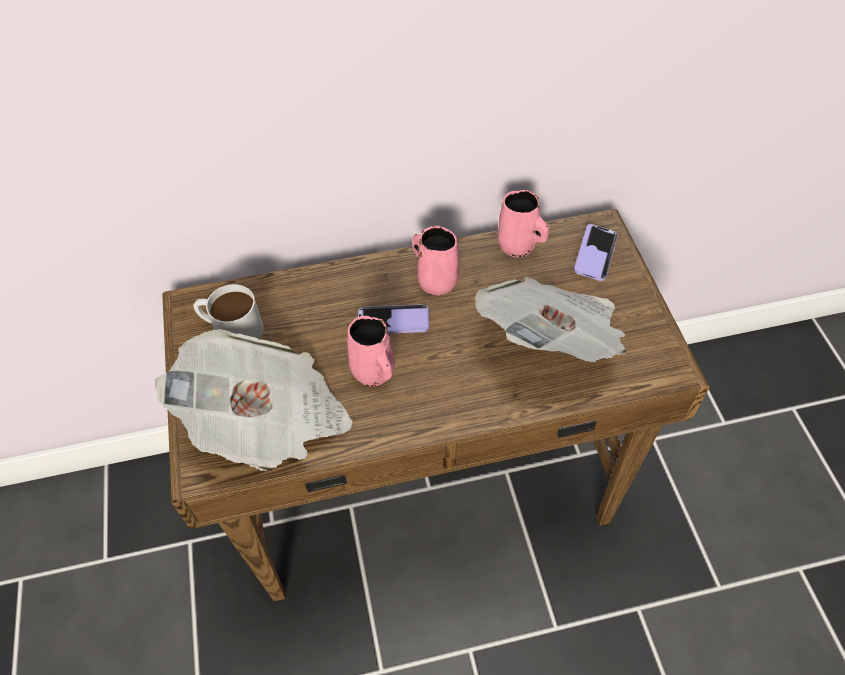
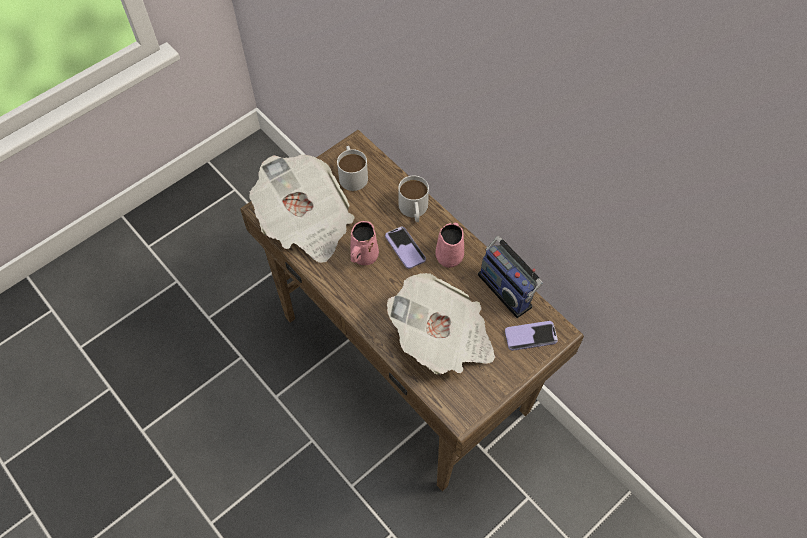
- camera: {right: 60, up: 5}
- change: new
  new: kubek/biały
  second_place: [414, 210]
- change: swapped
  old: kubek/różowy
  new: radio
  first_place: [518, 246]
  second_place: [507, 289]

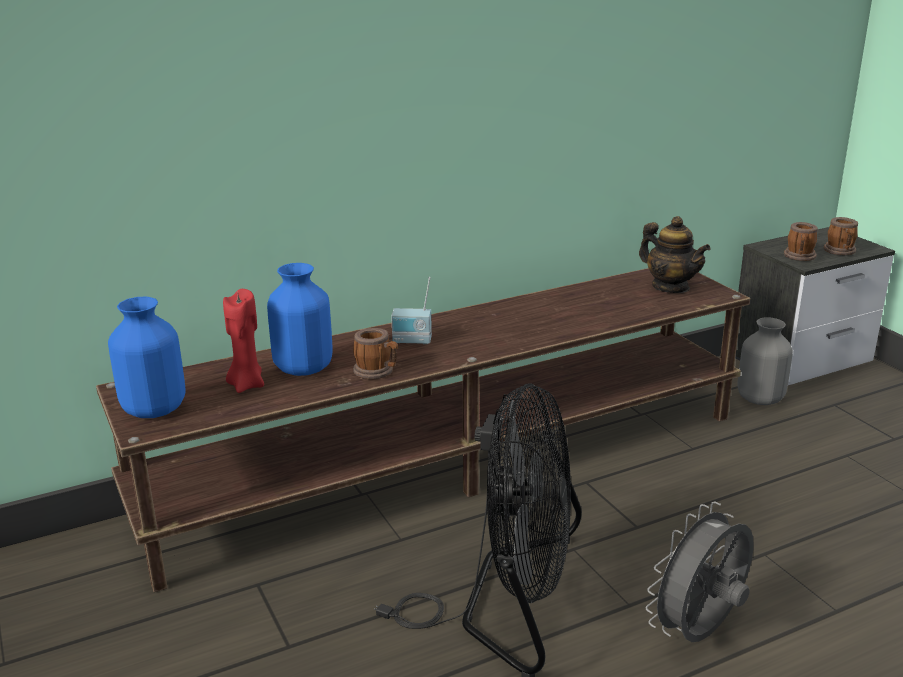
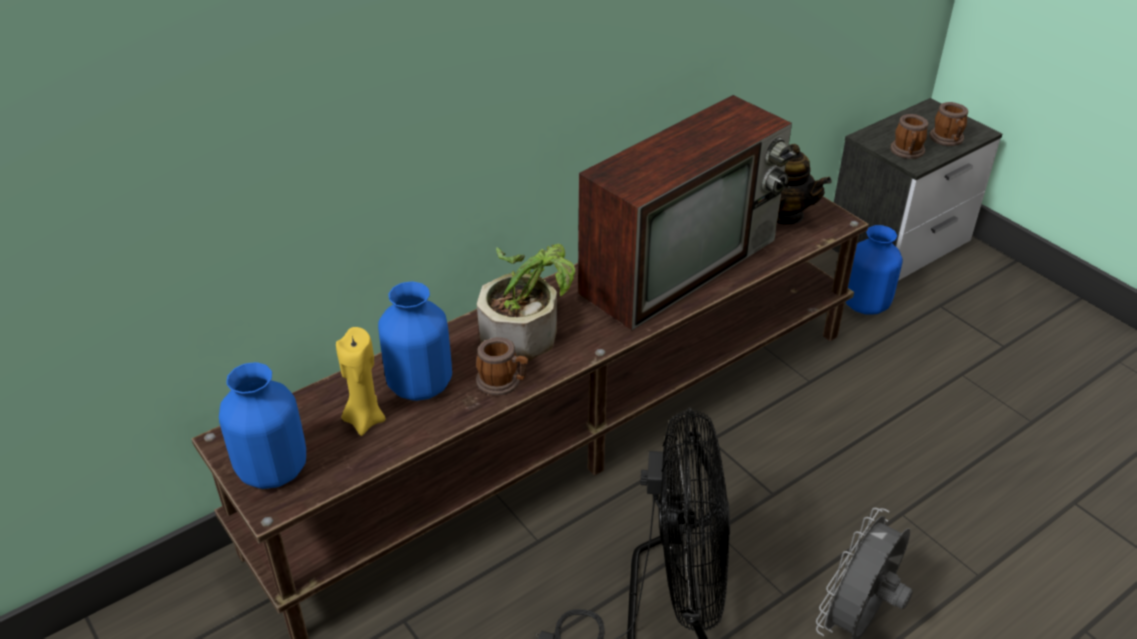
- camera: {right: -10, up: 15}
- change: repainted
  old: świeca/czerwony
  new: świeca/żółty
  first_place: [246, 385]
  second_place: [364, 419]
- change: swapped
  old: radio
  new: roślina doniczkowa
  first_place: [412, 341]
  second_place: [527, 330]
- change: new
  new: telewizor
  second_place: [681, 264]
- change: repainted
  old: wazon/szary
  new: wazon/niebieski
  first_place: [759, 399]
  second_place: [864, 305]

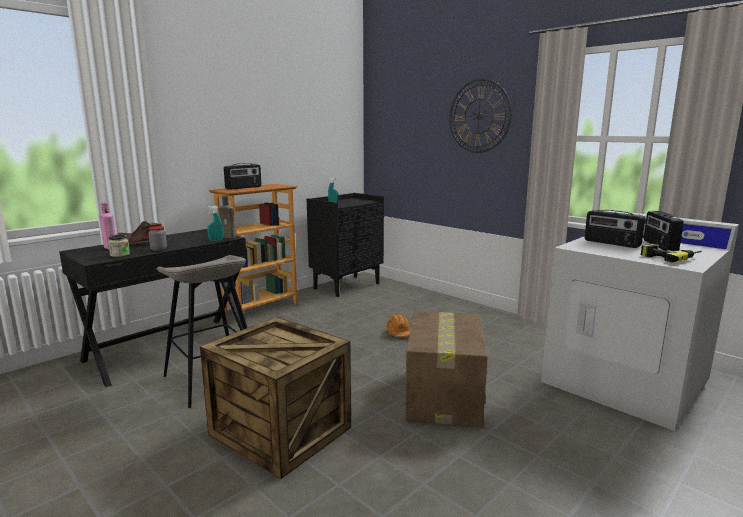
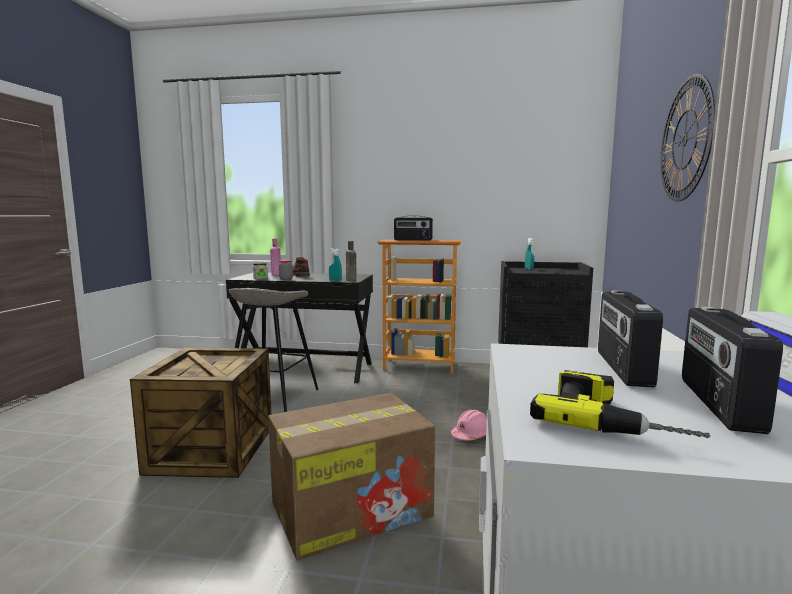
- camera: {right: 55, up: -5}
- change: repainted
  old: kask/pomarańczowy
  new: kask/różowy
  first_place: [398, 333]
  second_place: [471, 435]
- change: rotated
  old: radio
  first_place: [659, 246]
  second_place: [717, 403]
  degrees: -45

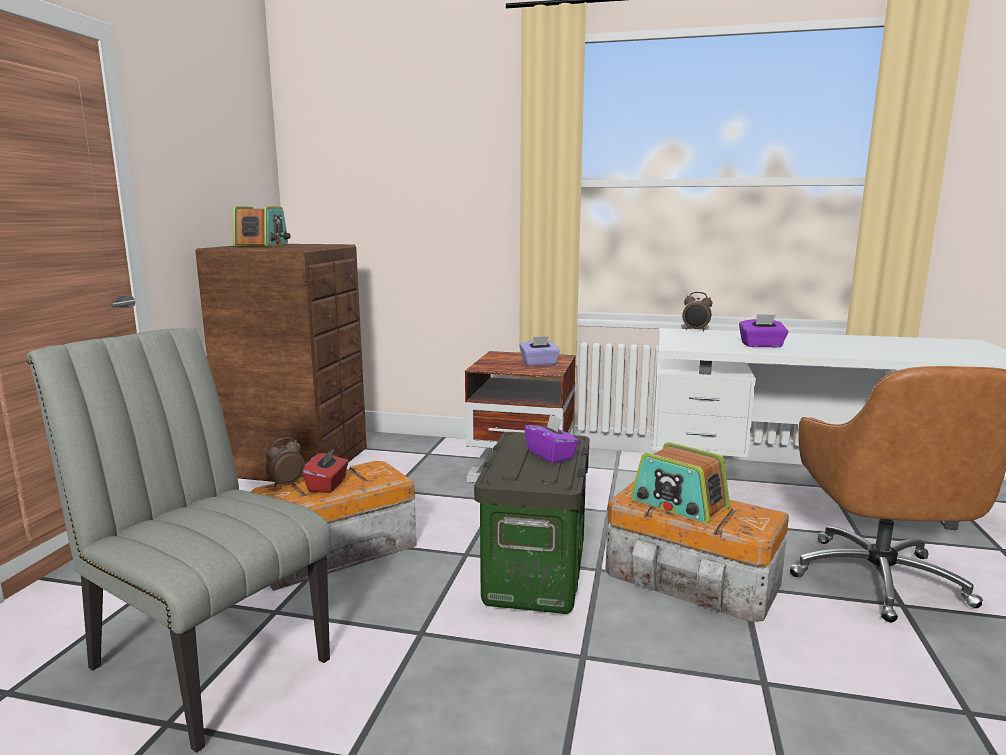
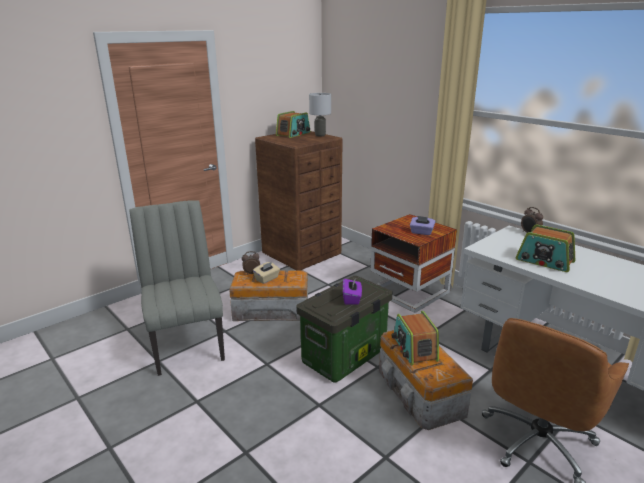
- camera: {right: 35, up: 10}
- change: repainted
  old: pudełko chusteczek/czerwony
  new: pudełko chusteczek/beżowy
  first_place: [327, 485]
  second_place: [267, 279]
- change: new
  new: lampa stołowa/biały
  second_place: [320, 135]
- change: swapped
  old: pudełko chusteczek/fioletowy
  new: radio
  first_place: [761, 345]
  second_place: [544, 261]

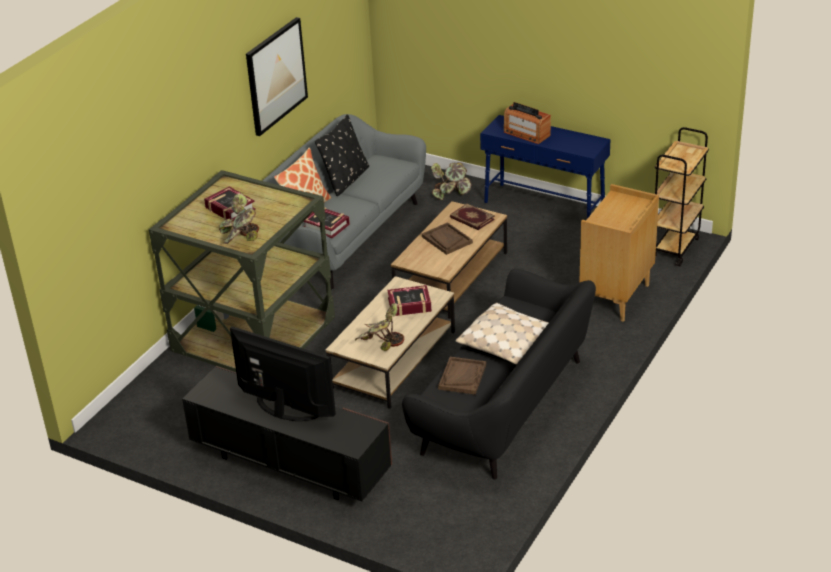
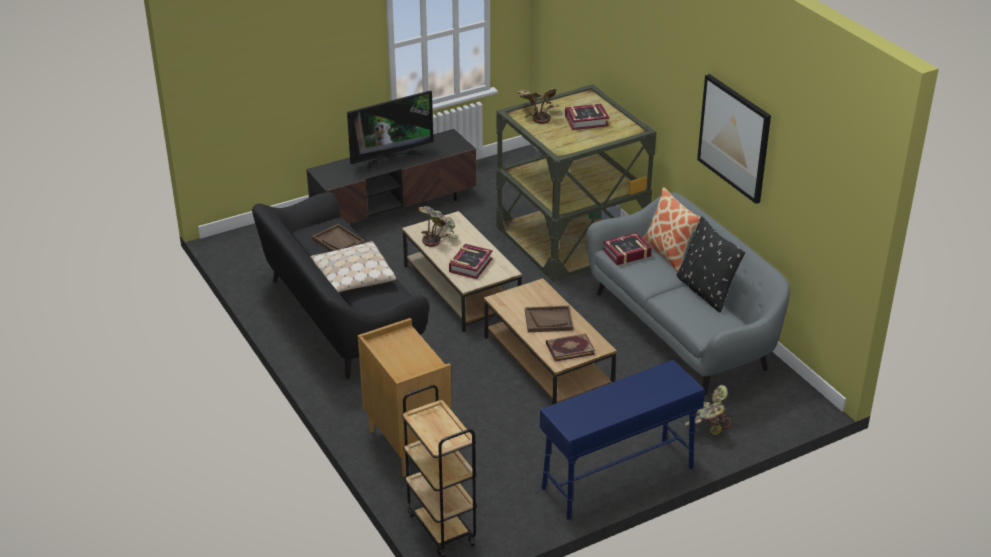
- camera: {right: 120, up: 0}
- change: gone
  old: radio
  first_place: [526, 134]

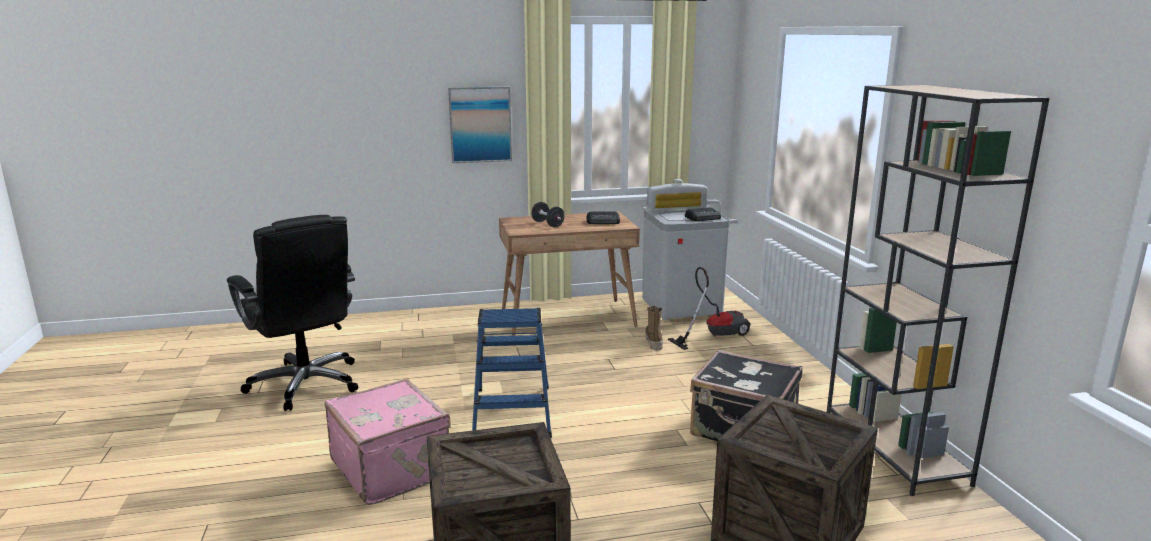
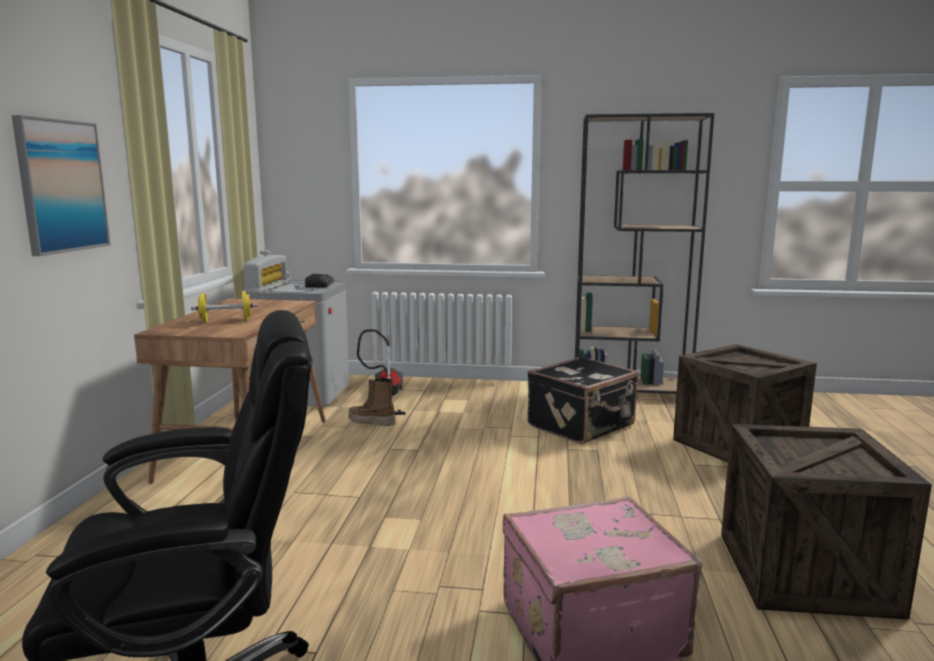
- camera: {right: -70, up: -5}
- change: repainted
  old: hantel/czarny
  new: hantel/żółty
  first_place: [547, 224]
  second_place: [226, 321]
- change: gone
  old: drabinka/niebieski
  first_place: [512, 411]
- change: gone
  old: radio
  first_place: [603, 222]

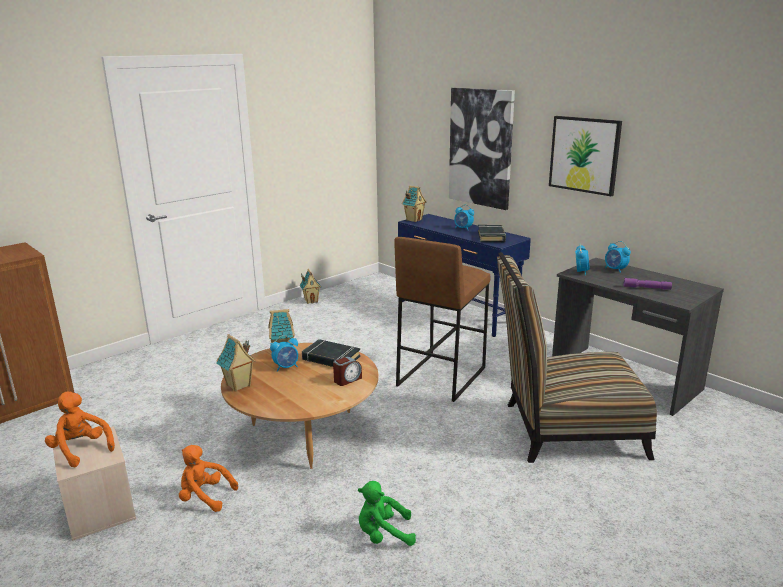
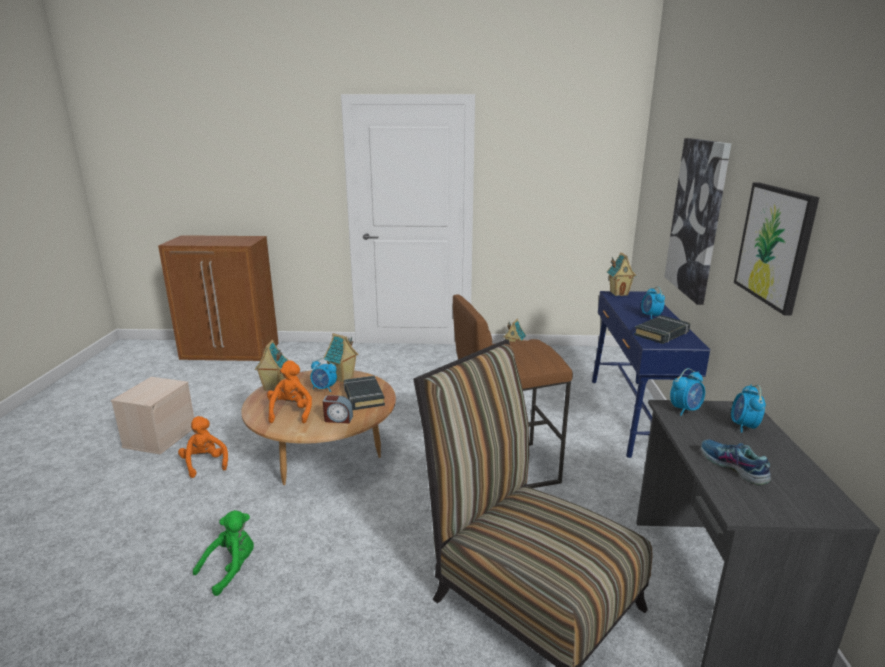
- camera: {right: 45, up: 0}
- change: rotated
  old: pluszak/zielony
  first_place: [383, 534]
  second_place: [231, 569]
  degrees: 90
- change: shifted
  old: pluszak/pomarańczowy
  first_place: [81, 449]
  second_place: [291, 412]
- change: swapped
  old: latarka/fioletowy
  new: but
  first_place: [646, 288]
  second_place: [732, 467]

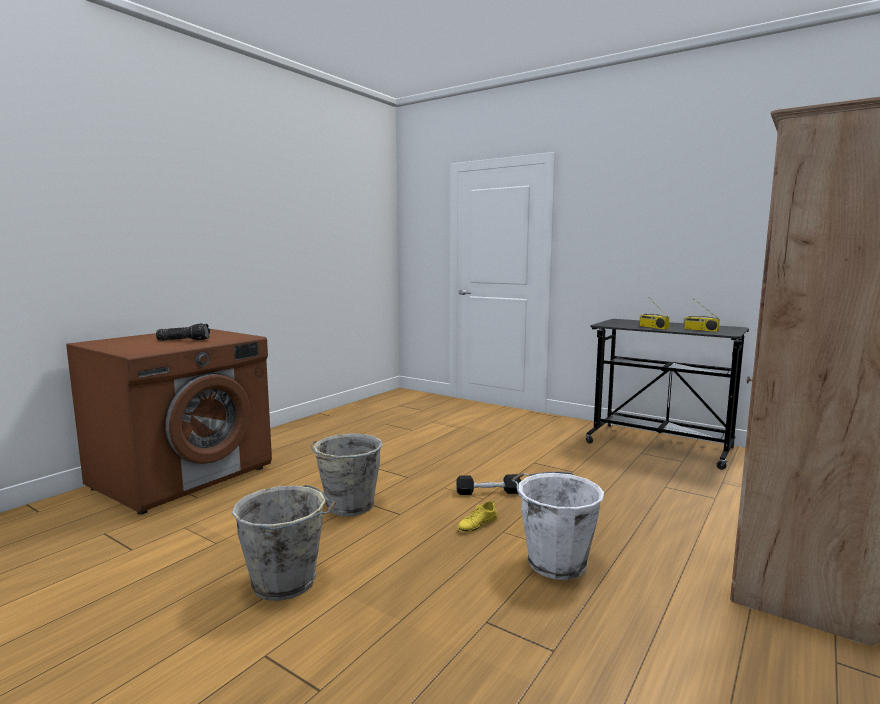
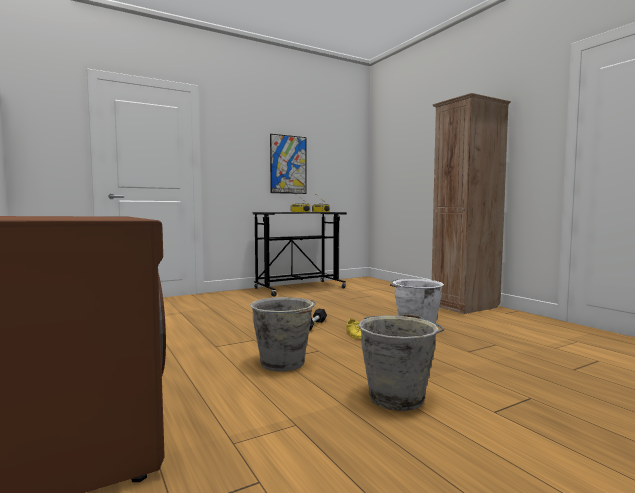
- camera: {right: -65, up: -5}
- change: new
  new: obraz
  second_place: [288, 164]
- change: gone
  old: latarka
  first_place: [184, 340]

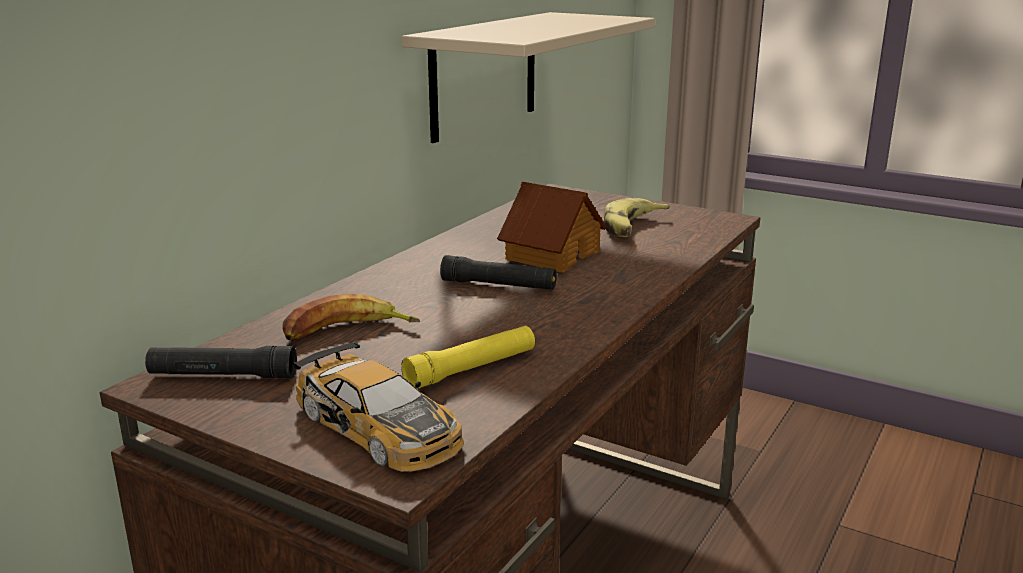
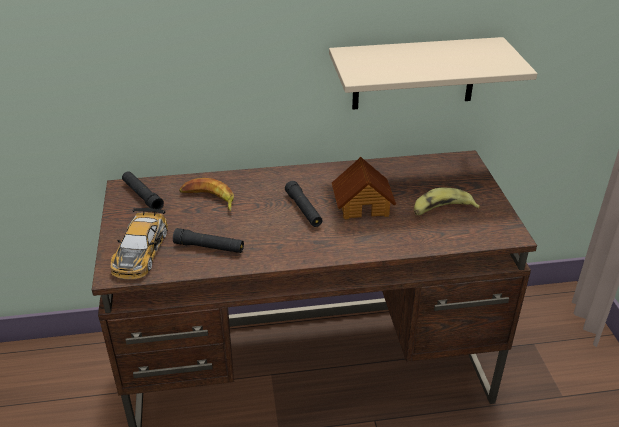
- camera: {right: 50, up: 15}
- change: repainted
  old: latarka/żółty
  new: latarka/czarny
  first_place: [471, 369]
  second_place: [209, 247]

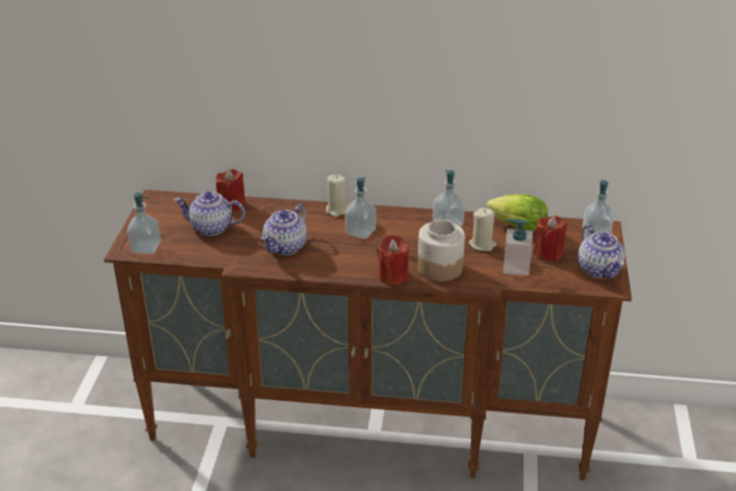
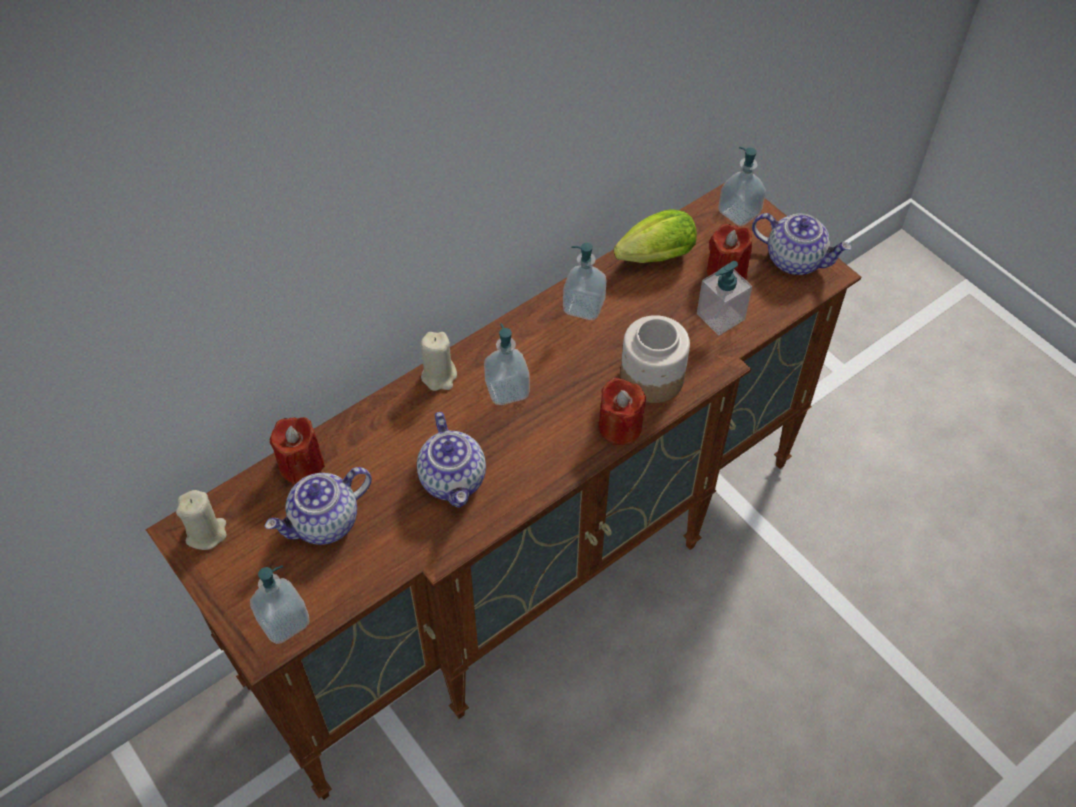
- camera: {right: -45, up: 20}
- change: shifted
  old: świeca/beżowy
  first_place: [482, 244]
  second_place: [206, 533]

